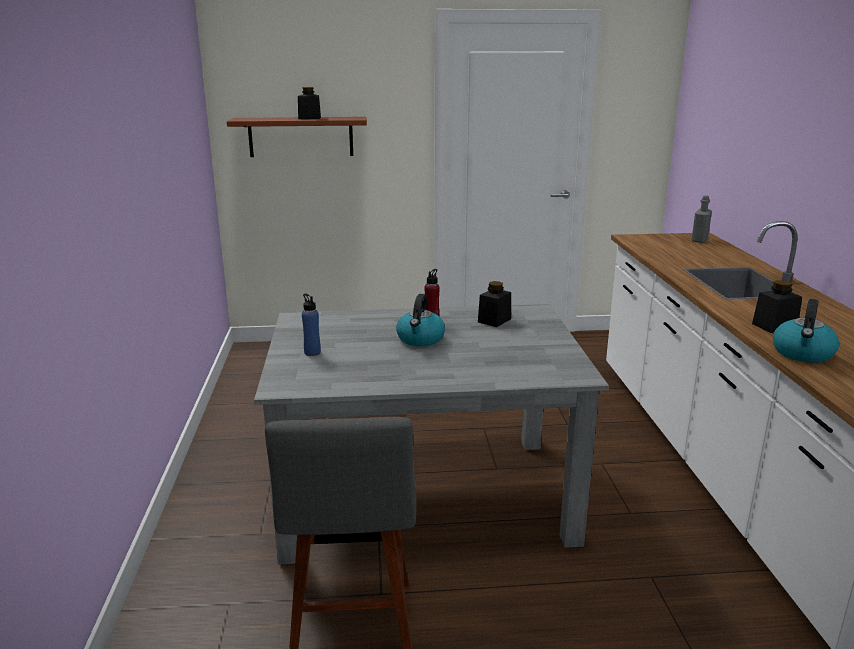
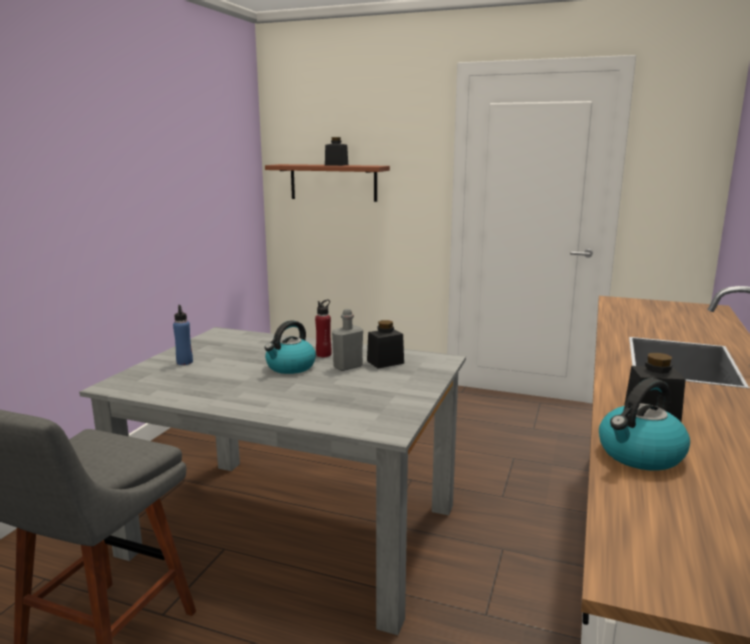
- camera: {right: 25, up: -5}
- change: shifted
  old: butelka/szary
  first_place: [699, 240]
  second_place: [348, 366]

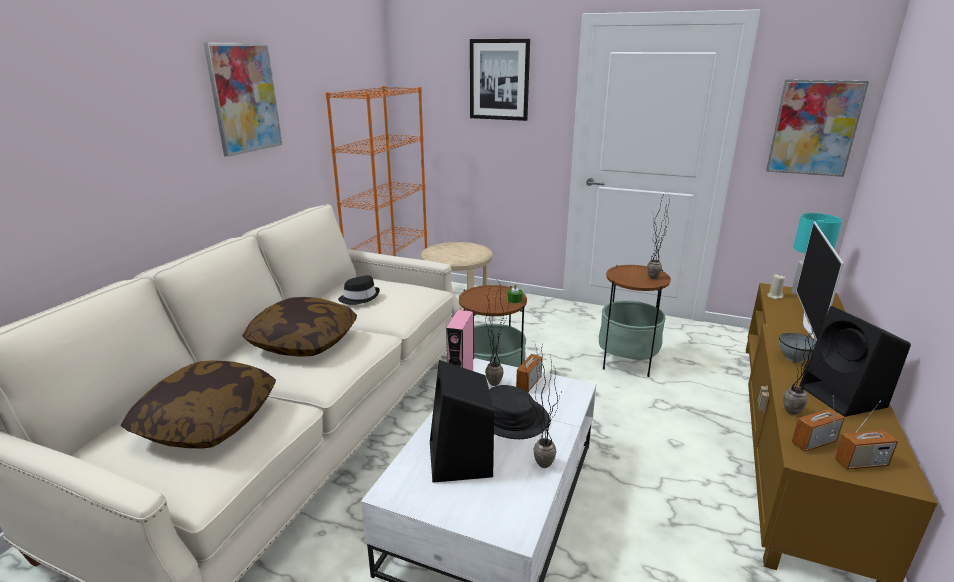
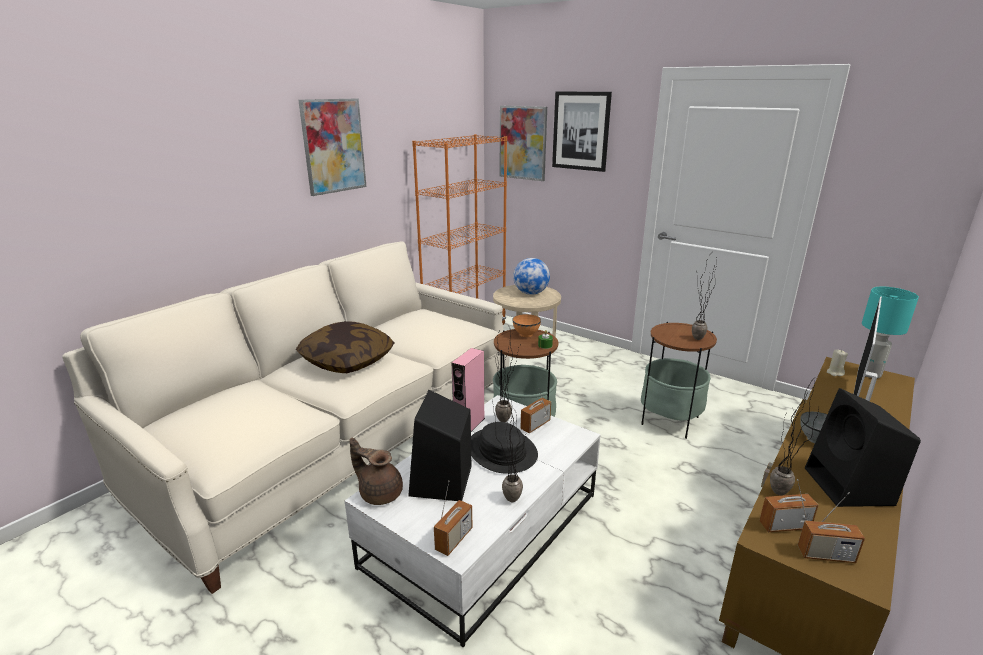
- camera: {right: 15, up: 0}
- change: new
  new: imbryk/brązowy
  second_place: [379, 493]
- change: new
  new: radio
  second_place: [454, 539]
- change: shifted
  old: obraz
  first_place: [814, 128]
  second_place: [523, 143]
- change: new
  new: globus
  second_place: [531, 293]
- change: new
  new: miska/pomarańczowy
  second_place: [526, 334]
- change: gone
  old: poduszka
  first_place: [208, 421]
- change: gone
  old: kapelusz/czarny
  first_place: [360, 297]

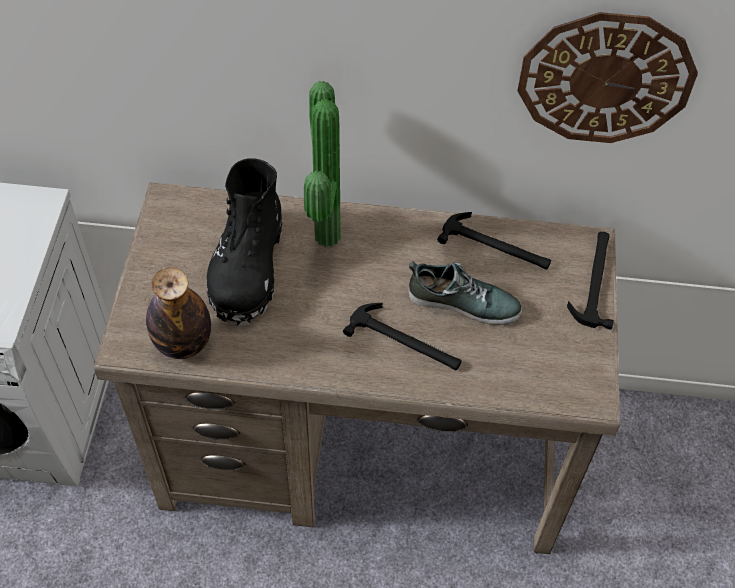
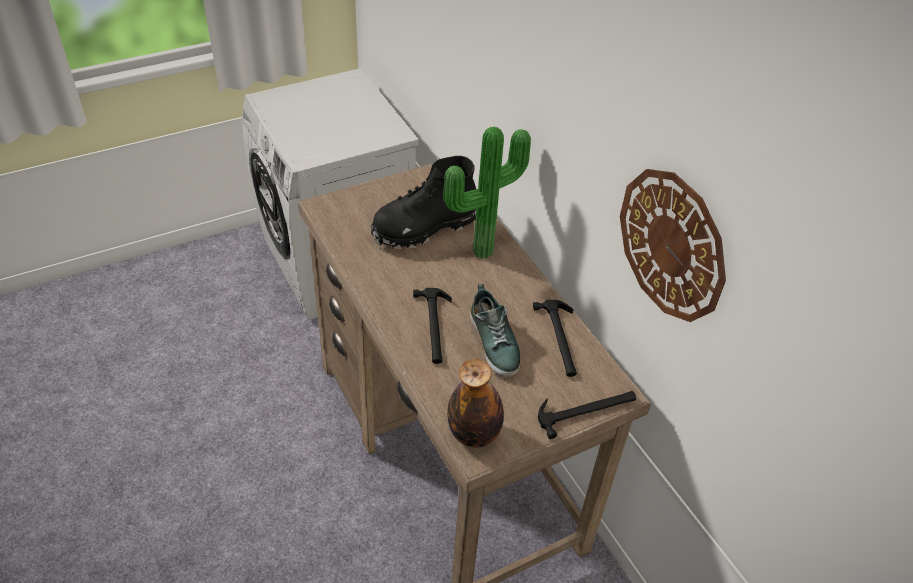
- camera: {right: 55, up: -10}
- change: shifted
  old: butelka
  first_place: [183, 343]
  second_place: [474, 434]

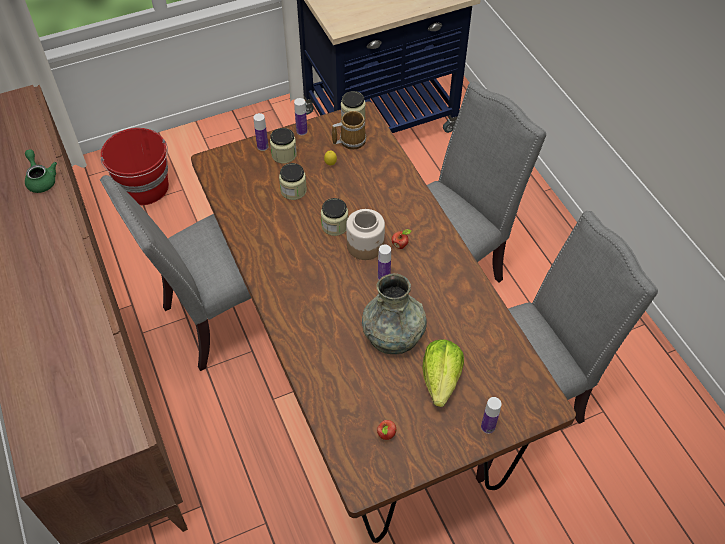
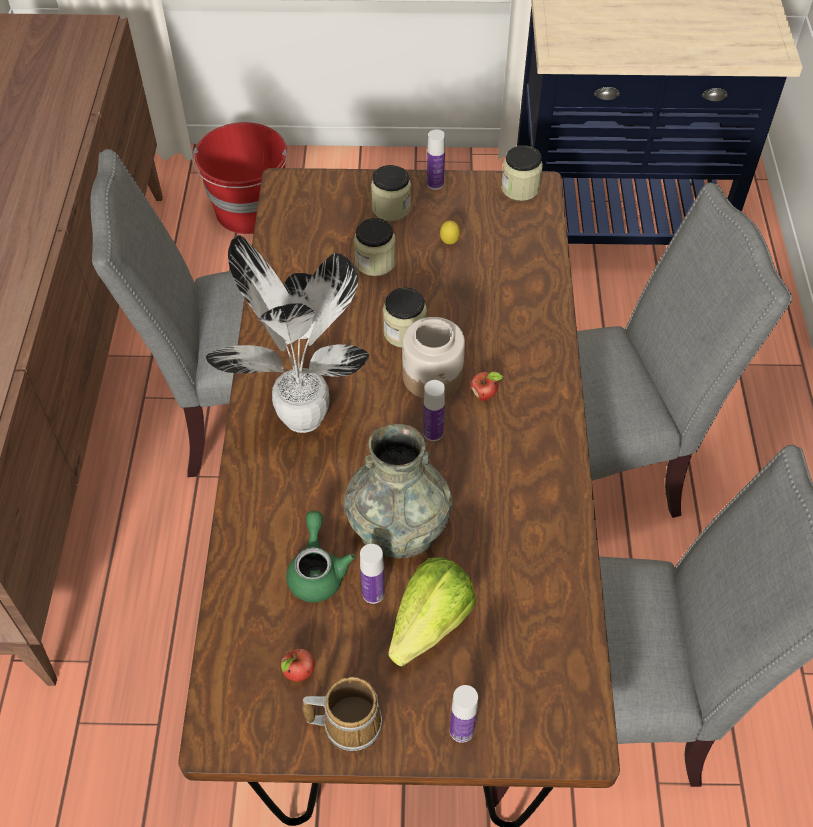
- camera: {right: 25, up: 0}
- change: new
  new: roślina doniczkowa
  second_place: [303, 421]
- change: shifted
  old: imbryk/zielony
  first_place: [41, 180]
  second_place: [317, 570]
- change: shifted
  old: kubek
  first_place: [350, 140]
  second_place: [349, 723]
- change: shifted
  old: butelka
  first_place: [262, 146]
  second_place: [373, 593]

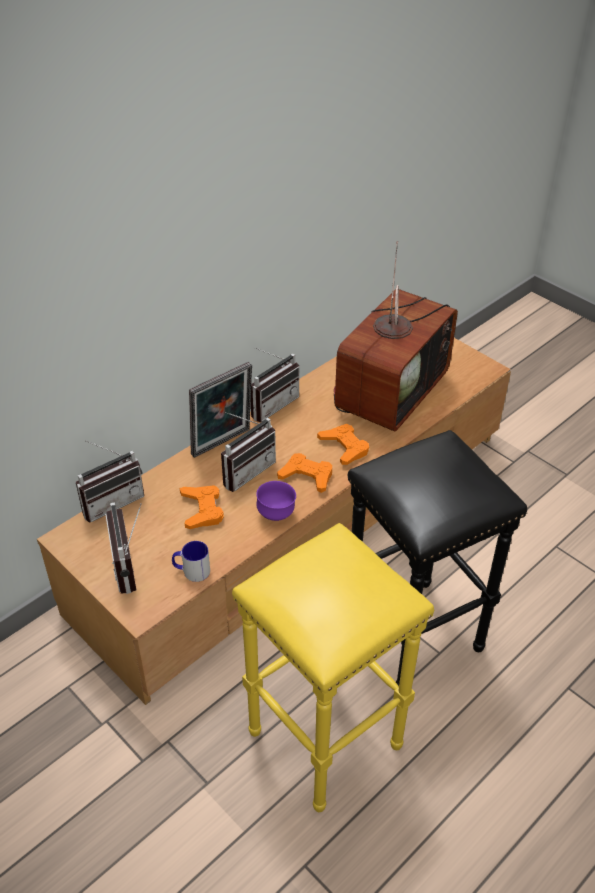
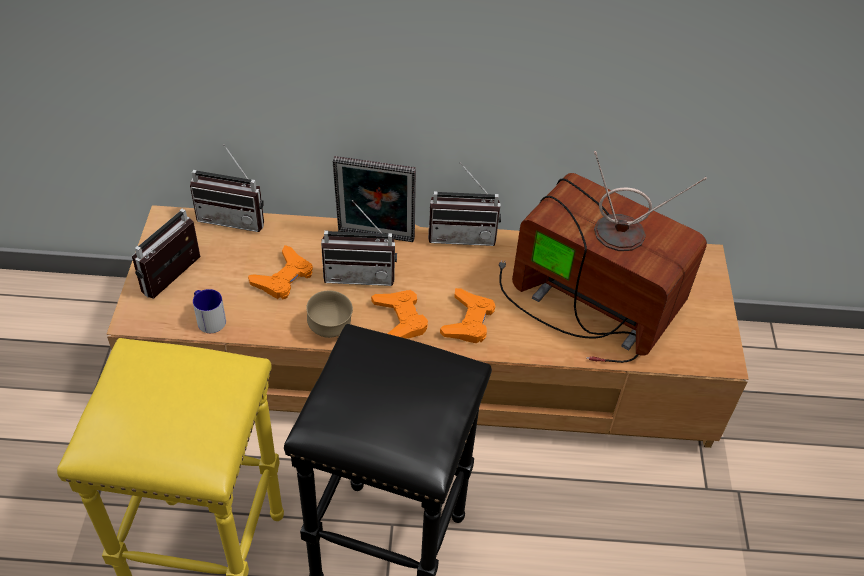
- camera: {right: 45, up: 5}
- change: repainted
  old: miska/fioletowy
  new: miska/brązowy
  first_place: [276, 514]
  second_place: [330, 329]
- change: rotated
  old: telewizor
  first_place: [390, 390]
  second_place: [587, 304]
  degrees: -135

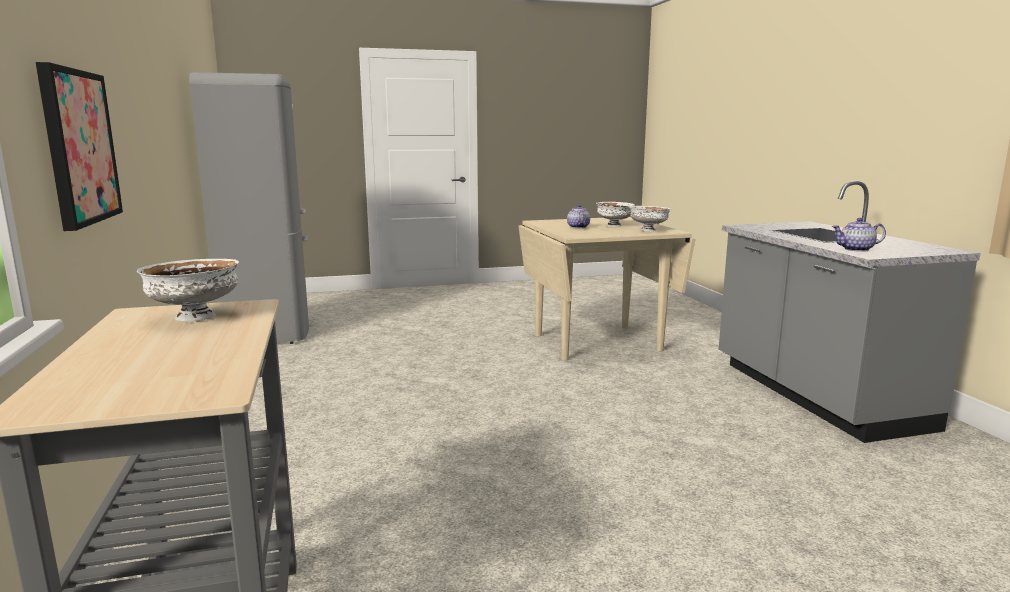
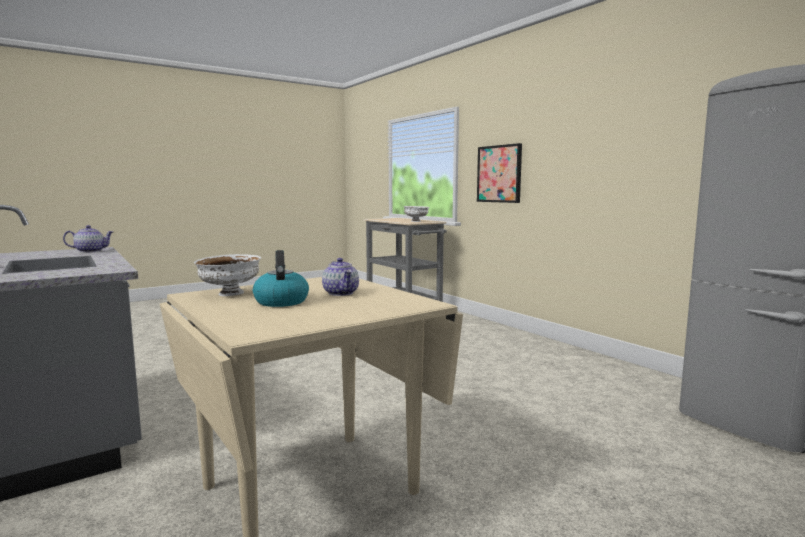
- camera: {right: 160, up: -5}
- change: swapped
  old: miska/biały
  new: czajnik
  first_place: [614, 225]
  second_place: [281, 301]

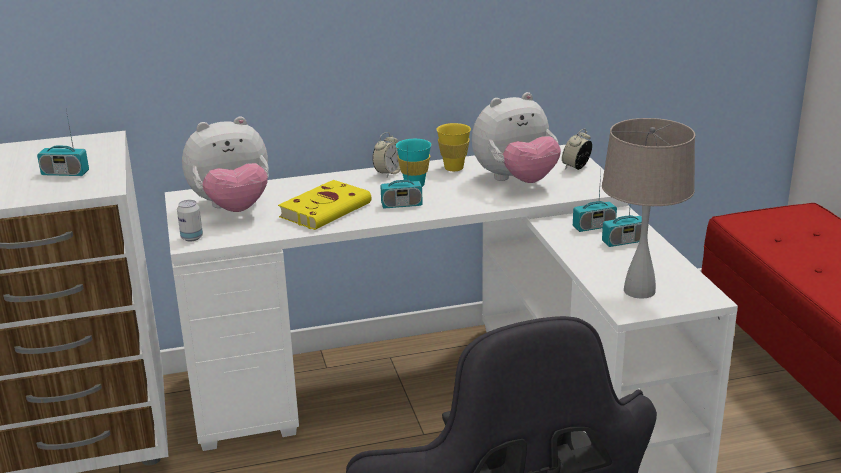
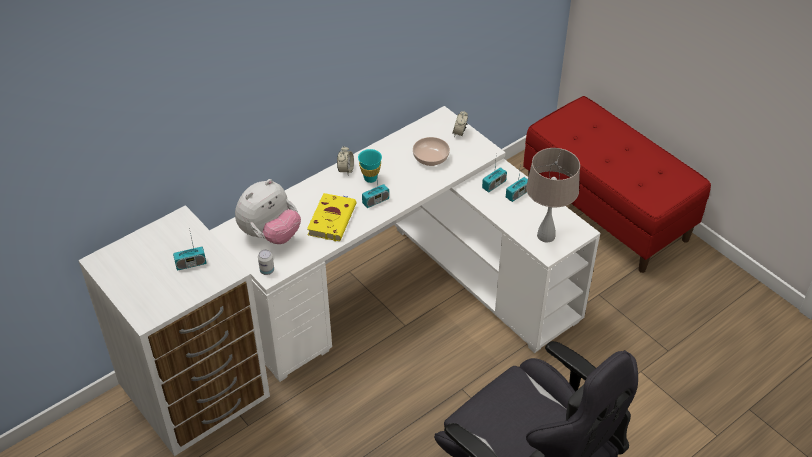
- camera: {right: -25, up: 20}
- change: swapped
  old: pluszak
  new: miska
  first_place: [515, 181]
  second_place: [430, 157]
- change: gone
  old: filiżanka/żółty
  first_place: [454, 168]

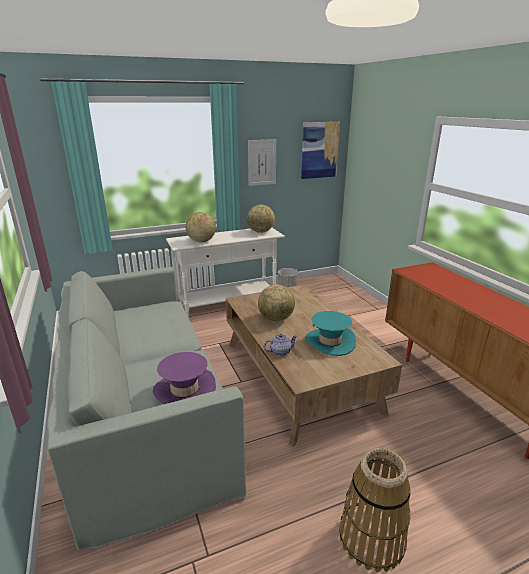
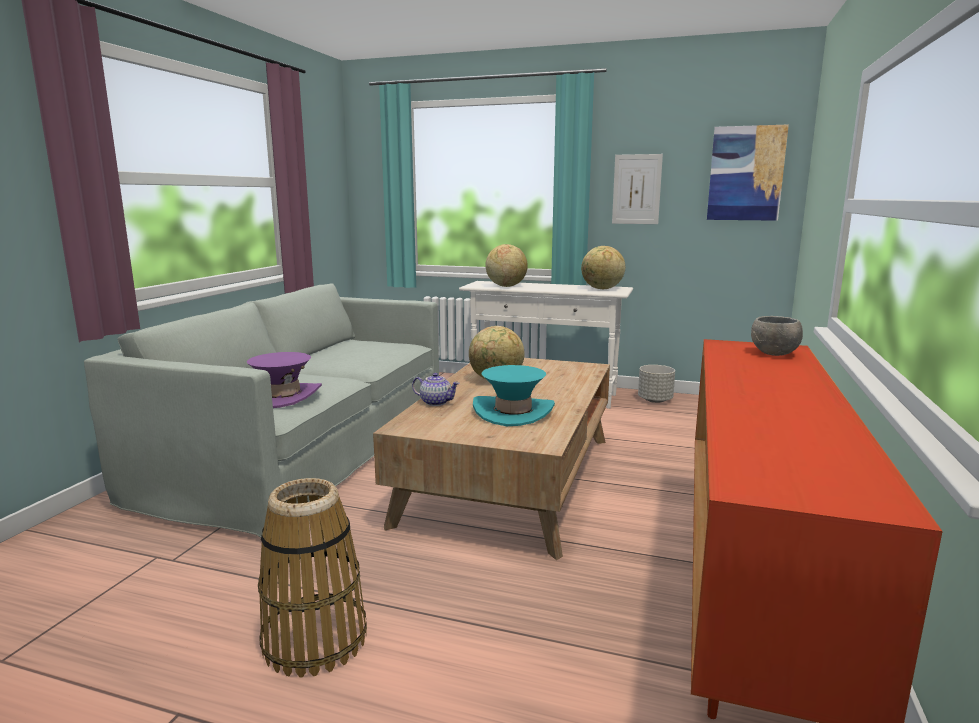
- camera: {right: 40, up: -10}
- change: new
  new: miska/szary
  second_place: [774, 354]

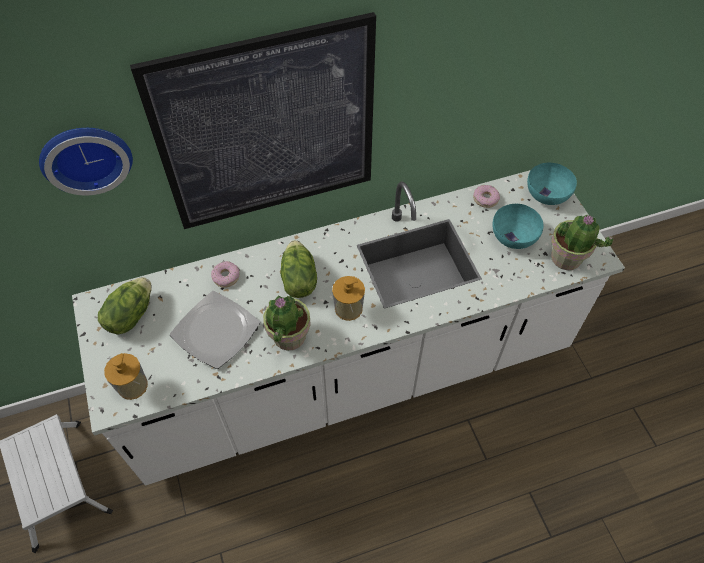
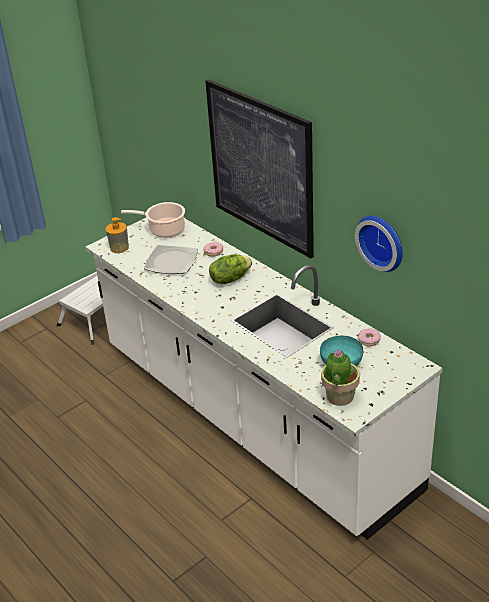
- camera: {right: 70, up: -20}
- change: swapped
  old: sałata
  new: garnek
  first_place: [130, 315]
  second_place: [164, 230]
- change: shifted
  old: zegar ścienny
  first_place: [85, 156]
  second_place: [382, 241]
- change: gone
  old: roślina doniczkowa
  first_place: [288, 336]
- change: gone
  old: dozownik mydła
  first_place: [348, 308]
- change: gone
  old: miska/turkusowy
  first_place: [547, 194]

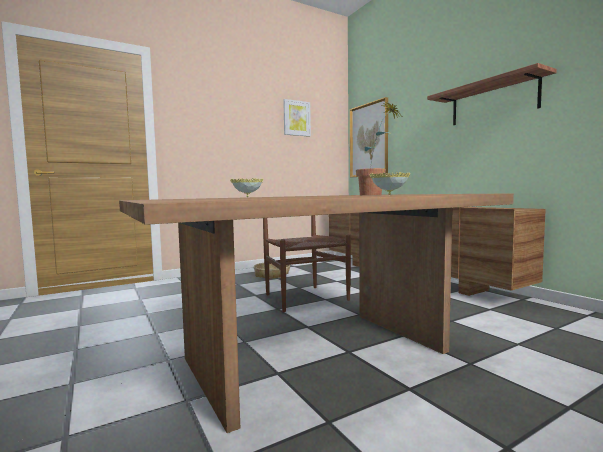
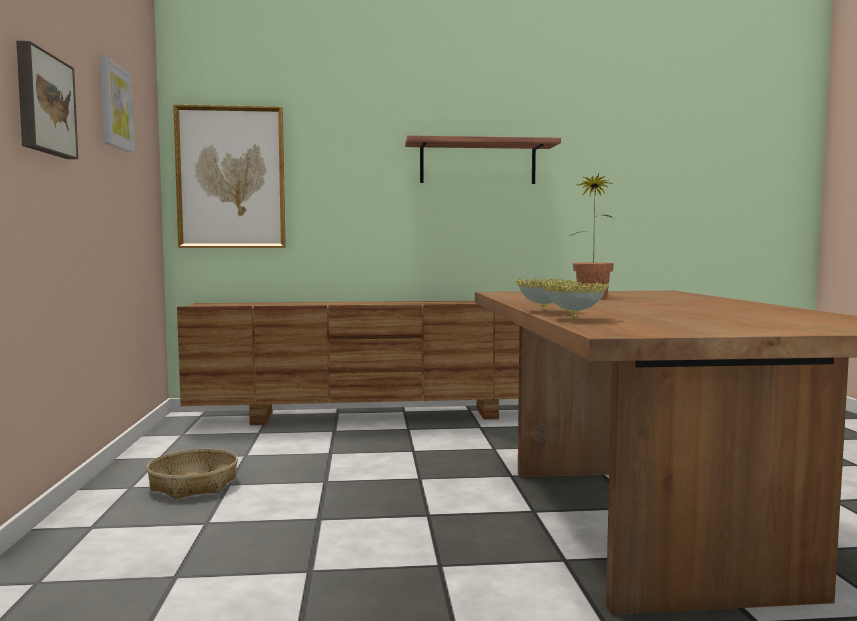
- camera: {right: -65, up: 0}
- change: new
  new: obraz
  second_place: [43, 104]
- change: shifted
  old: miska
  first_place: [389, 195]
  second_place: [574, 318]
- change: gone
  old: krzesło/brązowy
  first_place: [303, 298]

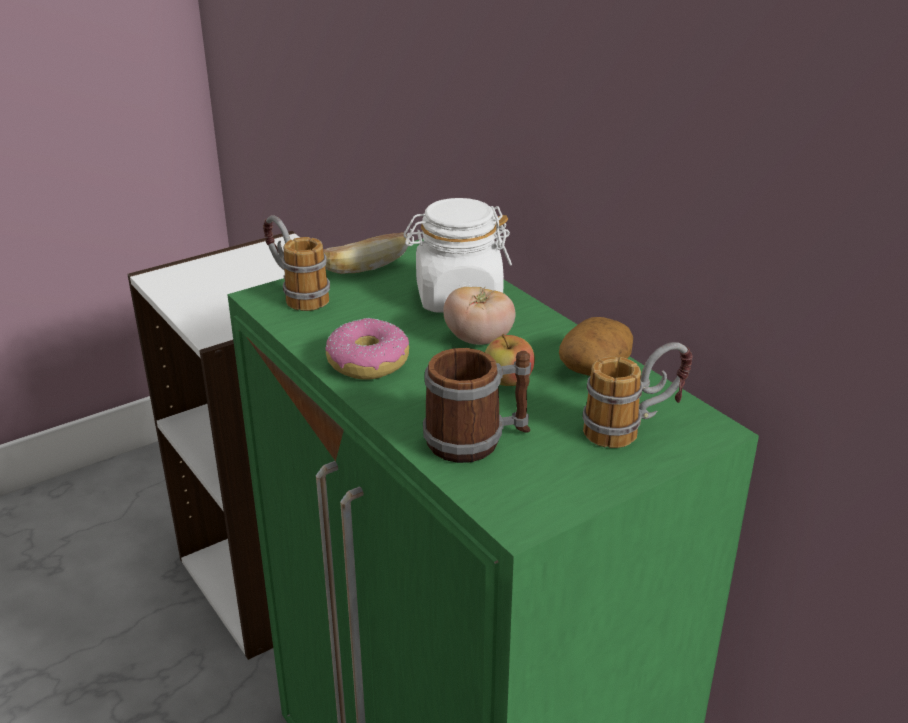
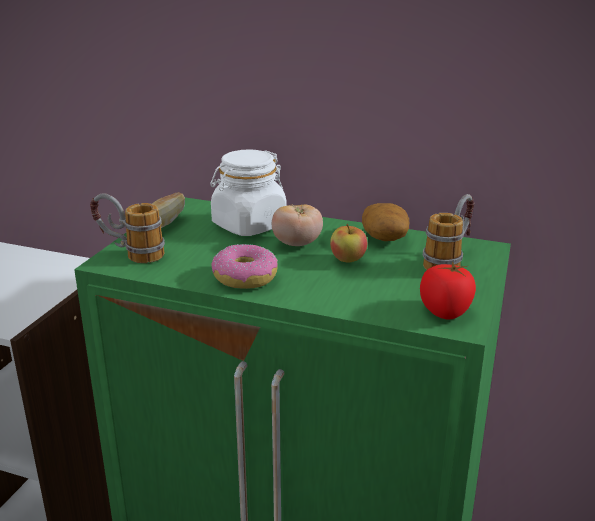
- camera: {right: -35, up: -5}
- change: new
  new: pomidor
  second_place: [445, 311]
- change: gone
  old: kubek
  first_place: [477, 440]

